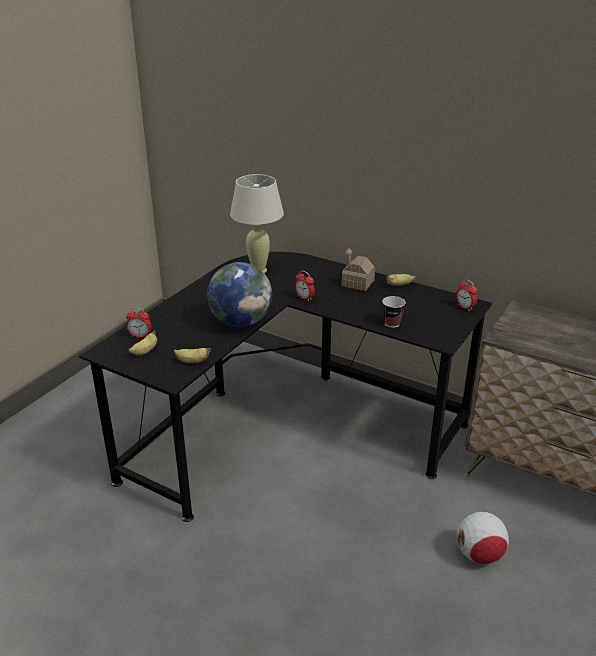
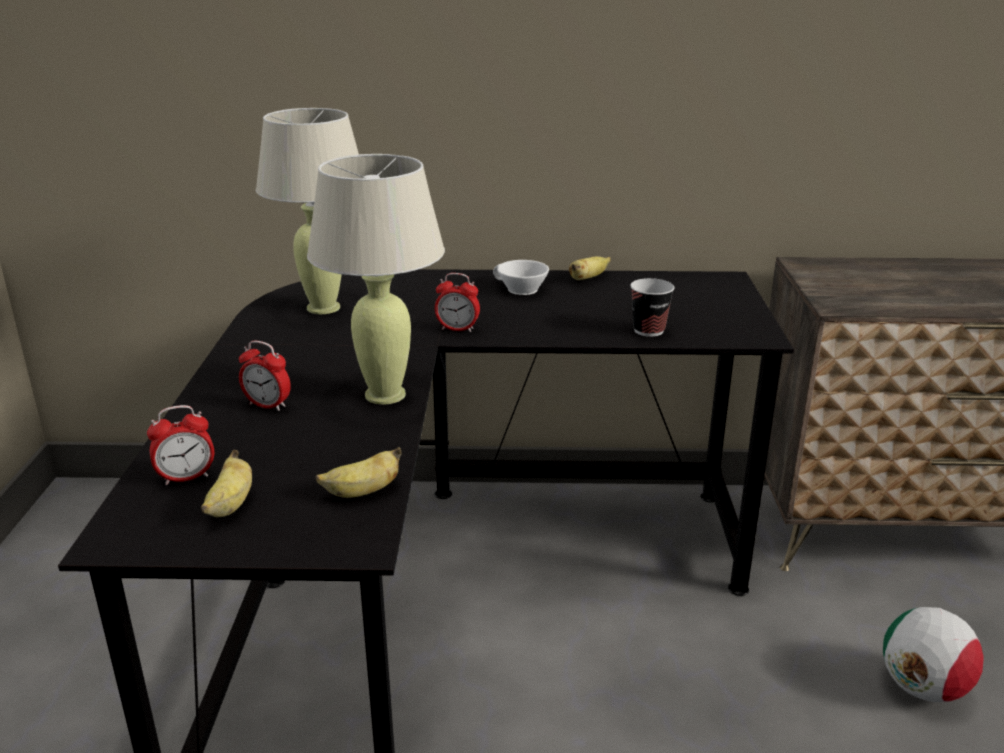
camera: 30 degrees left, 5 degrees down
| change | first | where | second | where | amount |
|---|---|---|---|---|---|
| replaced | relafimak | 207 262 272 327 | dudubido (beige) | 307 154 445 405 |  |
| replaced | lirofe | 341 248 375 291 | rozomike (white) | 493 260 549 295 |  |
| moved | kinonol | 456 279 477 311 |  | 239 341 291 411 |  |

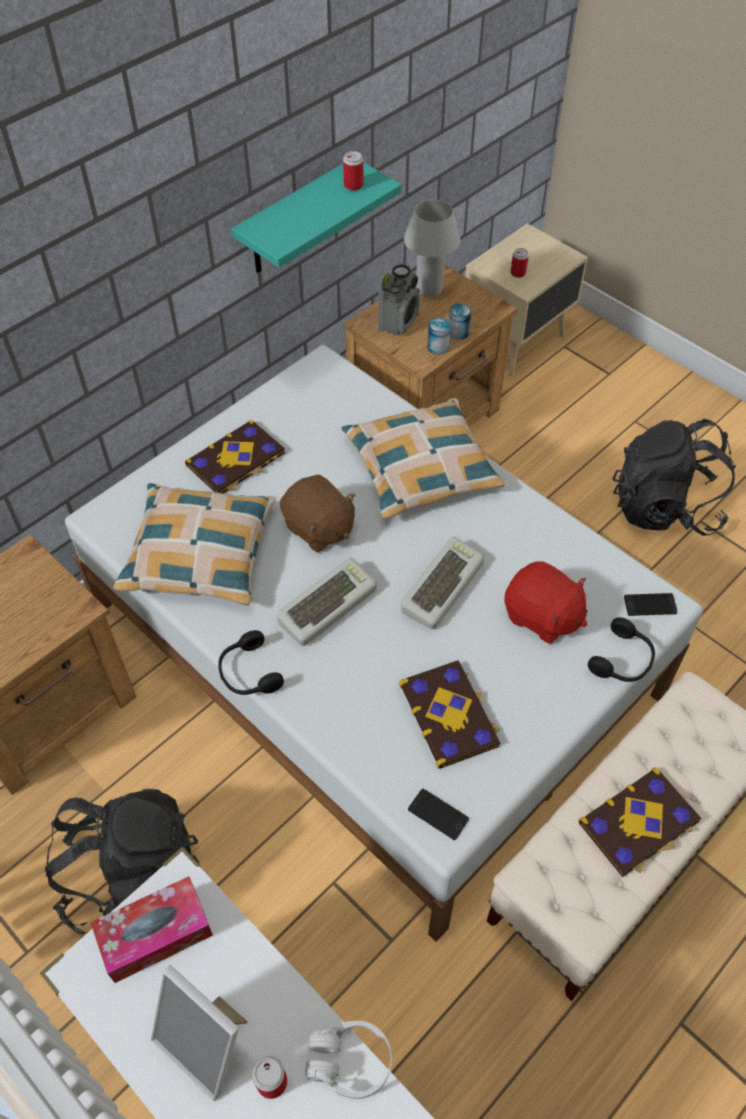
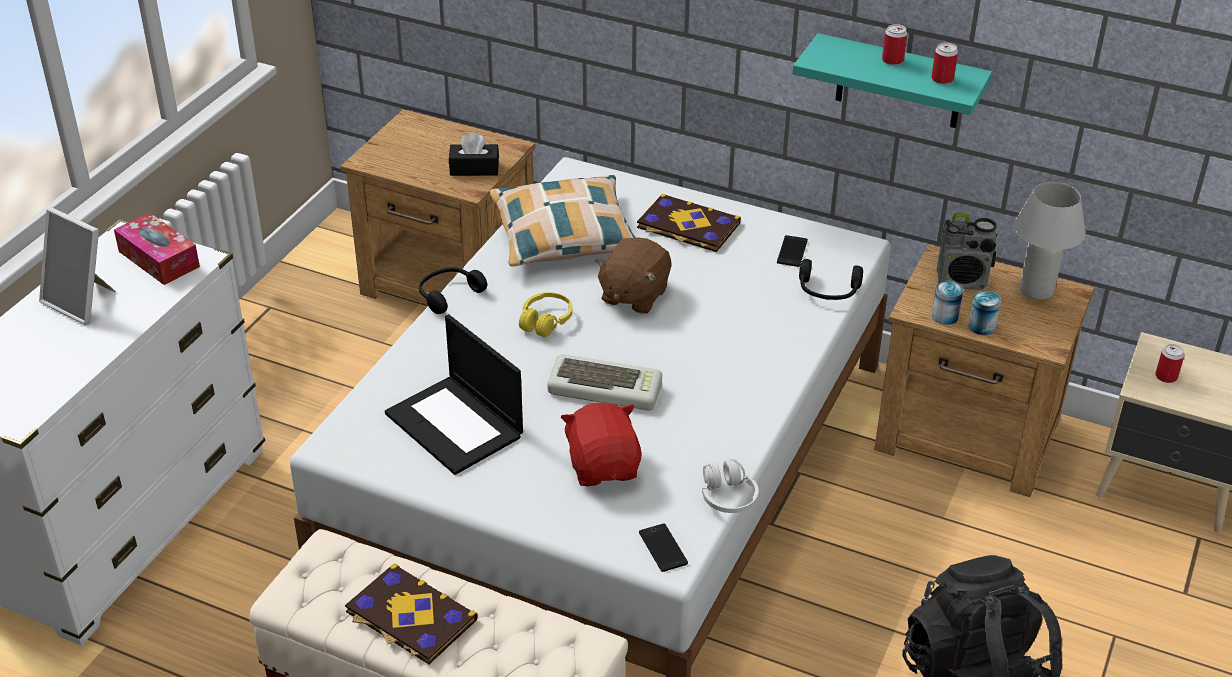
camera: 70 degrees right, 15 degrees down
| change | first | where | second | where | amount |
|---|---|---|---|---|---|
| removed | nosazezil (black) | 45 789 200 934 |  |  |  |
| turned | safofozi | 151 965 248 1101 |  | 39 207 116 325 | 75 degrees counterclockwise |
| moved | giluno | 252 1056 287 1099 |  | 882 24 907 65 |  |
| replaced | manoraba | 277 558 377 646 | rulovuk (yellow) | 519 292 573 337 |  |
| moved | rulovuk (white) | 305 1021 392 1099 |  | 702 459 759 513 |  |
| removed | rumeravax | 342 398 505 519 |  |  |  |
| replaced | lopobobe | 399 660 500 769 | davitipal | 385 314 523 475 |  |
| moved | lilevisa | 408 789 469 840 |  | 777 235 808 267 |  |
| turned | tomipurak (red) | 504 561 588 644 |  | 561 403 642 486 | 150 degrees clockwise |
| moved | rulovuk (black) | 588 617 655 682 |  | 799 259 863 300 |  |
| added |  |  | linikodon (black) | 449 133 499 176 |  |

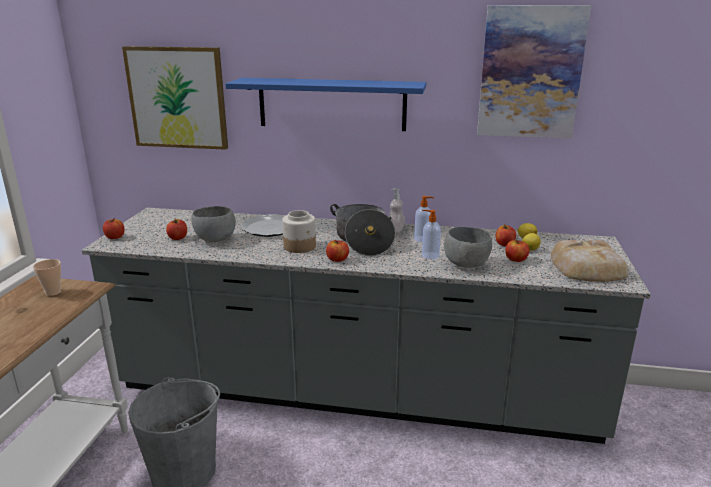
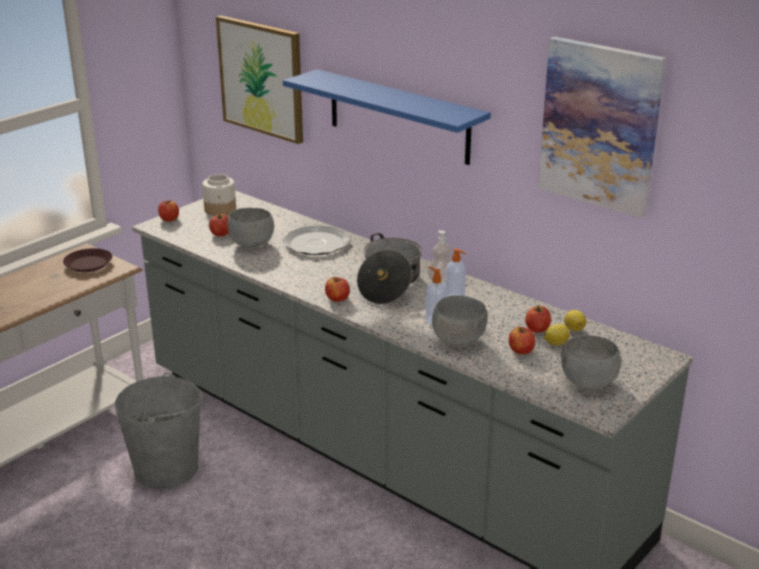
camera: 30 degrees right, 5 degrees up
| change | first | where | second | where | amount |
|---|---|---|---|---|---|
| replaced | rozomike | 33 259 61 296 | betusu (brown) | 63 248 113 272 |  |
| moved | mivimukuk | 282 210 316 253 |  | 202 174 236 216 |  |
| replaced | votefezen | 551 240 628 282 | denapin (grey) | 561 335 621 389 |  |

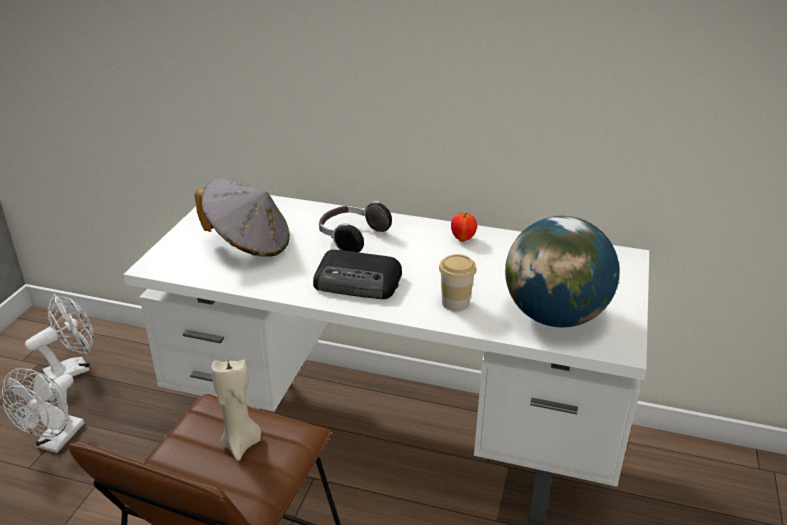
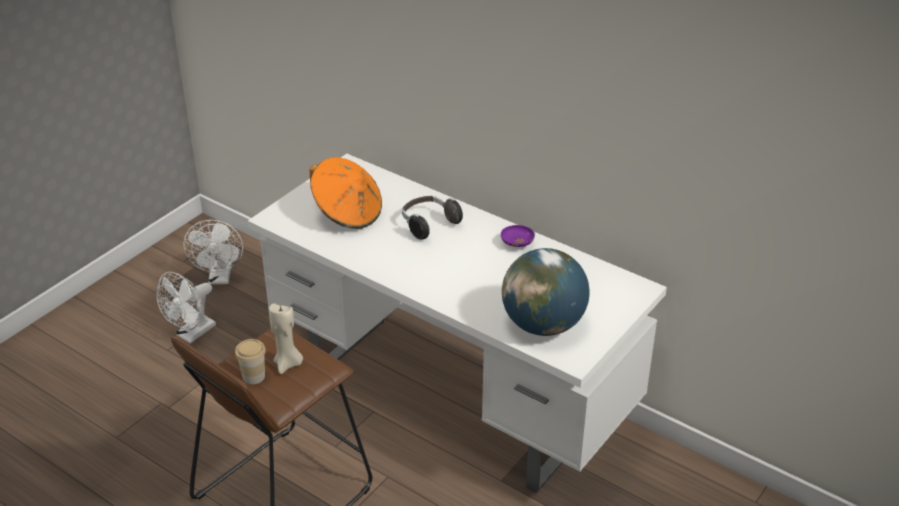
camera: 20 degrees right, 5 degrees up
| change | first | where | second | where | amount |
|---|---|---|---|---|---|
| turned | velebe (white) | 25 294 94 383 |  | 184 220 243 284 | 105 degrees clockwise |
| recoloured | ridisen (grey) | 195 178 290 257 | ridisen (orange) | 309 157 382 229 |  |
| removed | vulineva | 313 249 402 299 |  |  |  |
| moved | rozomike | 439 254 477 311 |  | 235 339 266 384 |  |
| replaced | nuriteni | 451 213 477 242 | denapin (purple) | 501 225 535 247 |  |

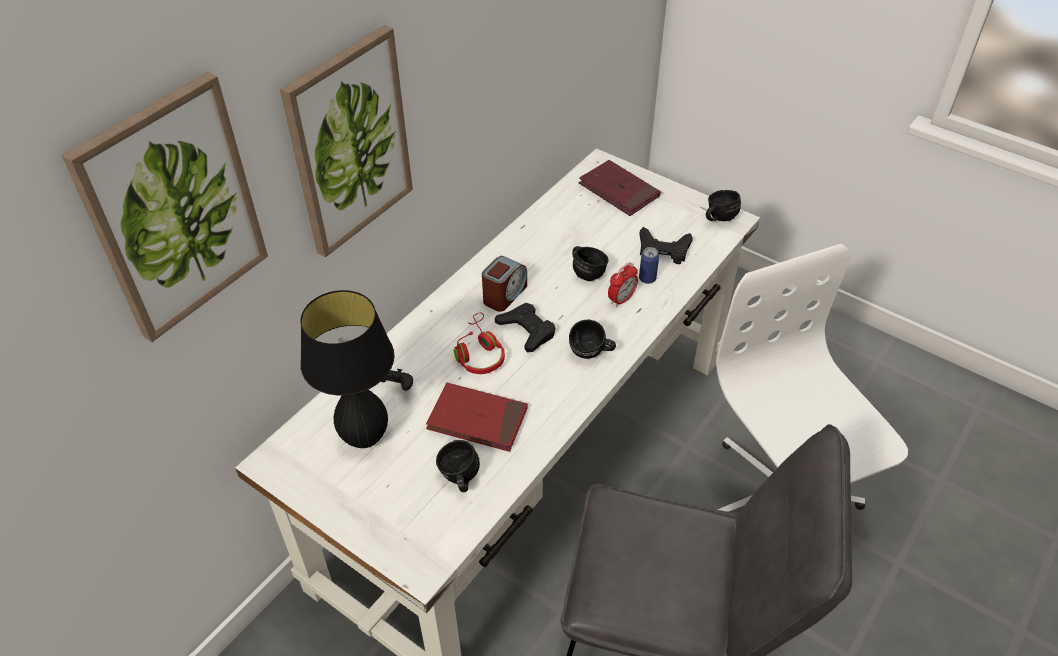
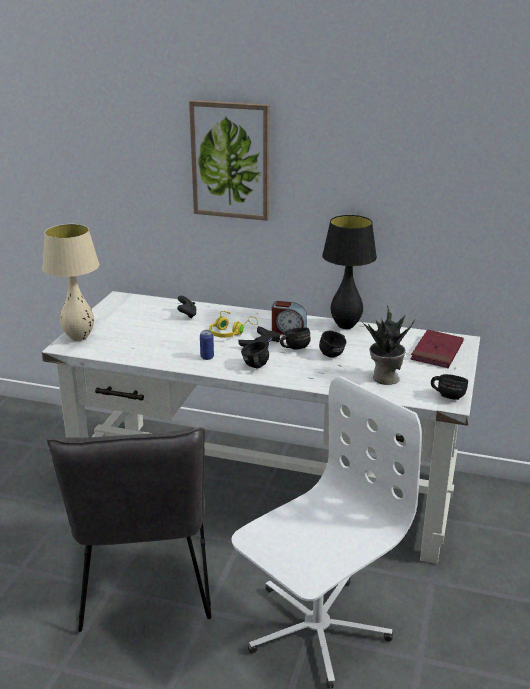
camera: 70 degrees right, 20 degrees down
| change | first | where | second | where | amount |
|---|---|---|---|---|---|
| removed | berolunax | 61 72 268 342 |  |  |  |
| moved | dudubido (black) | 300 290 394 448 |  | 322 215 377 329 |  |
| removed | lopobobe (red) | 426 383 528 452 |  |  |  |
| moved | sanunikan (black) | 436 440 480 492 |  | 280 327 311 349 |  |
| recoloured | rulovuk (red) | 454 312 505 374 | rulovuk (yellow) | 209 311 258 338 |  |
| removed | kinonol | 608 263 638 307 |  |  |  |
| replaced | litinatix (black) | 639 227 693 264 | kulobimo | 362 306 415 385 |  |
| moved | giluno | 639 247 659 284 |  | 200 330 214 360 |  |
| added |  |  | dudubido (beige) | 42 224 99 341 |  |

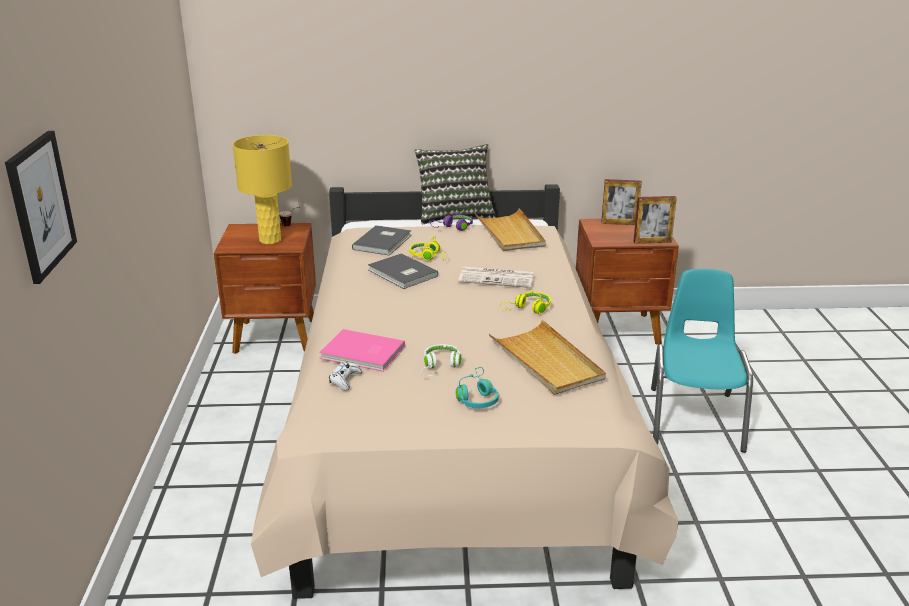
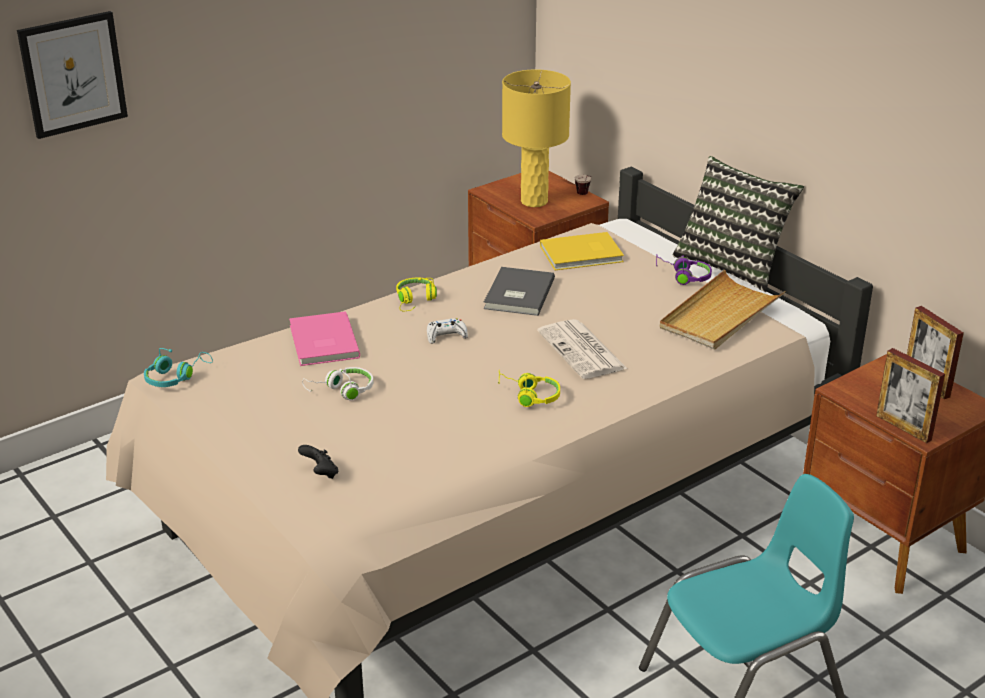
camera: 55 degrees right, 5 degrees up
| change | first | where | second | where | amount |
|---|---|---|---|---|---|
| moved | litinatix (white) | 329 362 362 391 |  | 427 318 468 344 |  |
| recoloured | lopobobe (grey) | 352 225 411 255 | lopobobe (yellow) | 540 232 624 270 |  |
| moved | rulovuk (yellow) | 410 236 447 261 |  | 396 278 437 311 |  |
| moved | rulovuk (turquoise) | 456 367 499 408 |  | 144 348 213 387 |  |
| removed | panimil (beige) | 489 320 606 395 |  |  |  |
| added |  |  | litinatix (black) | 298 445 338 479 |  |

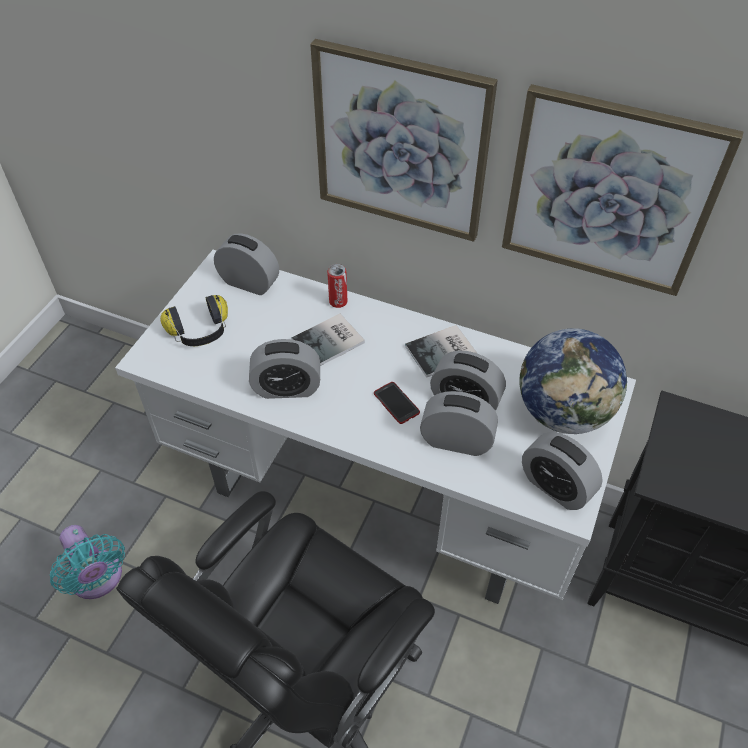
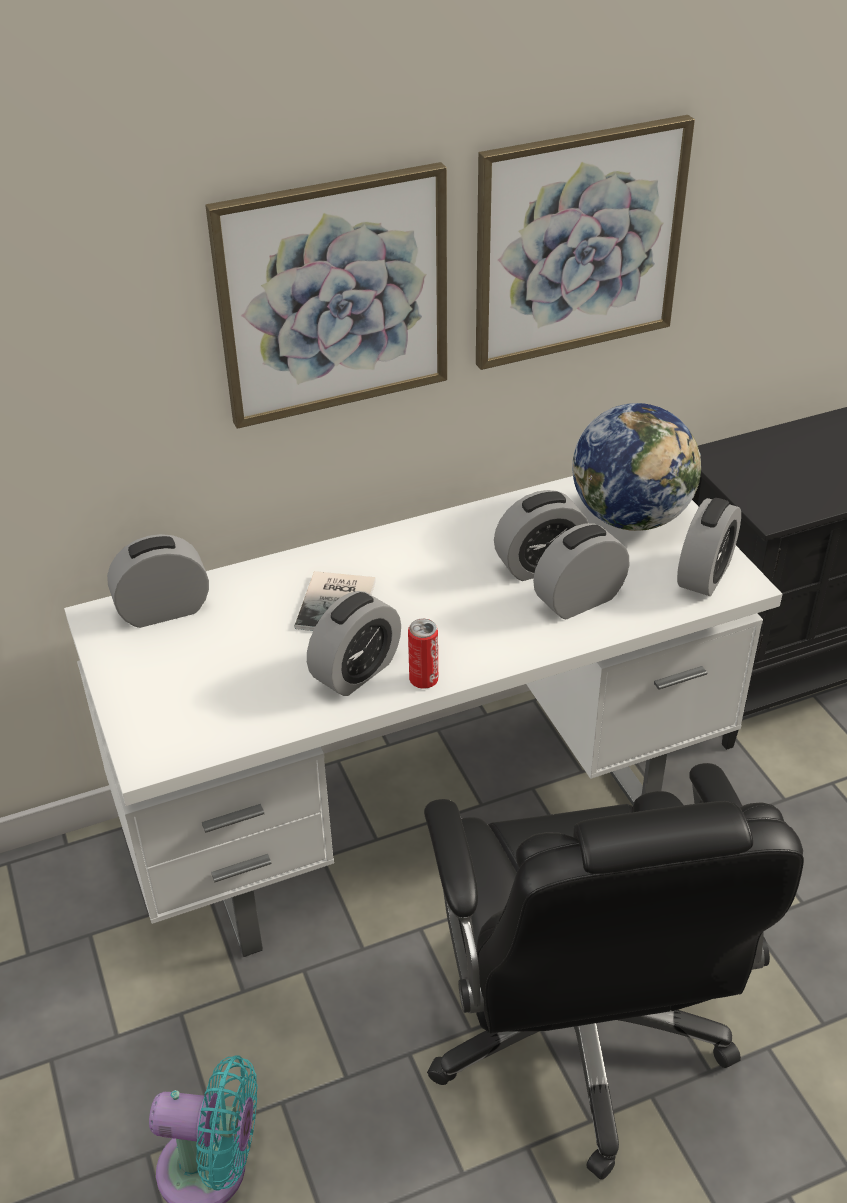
camera: 45 degrees left, 10 degrees down
| change | first | where | second | where | amount |
|---|---|---|---|---|---|
| removed | rulovuk | 160 295 228 346 |  |  |  |
| moved | giluno | 327 264 347 308 |  | 408 619 438 689 |  |
| removed | lilevisa | 374 382 420 424 |  |  |  |
| removed | lopobobe | 405 325 478 378 |  |  |  |
| turned | kinonol | 522 432 603 510 |  | 677 498 741 596 | 60 degrees counterclockwise |

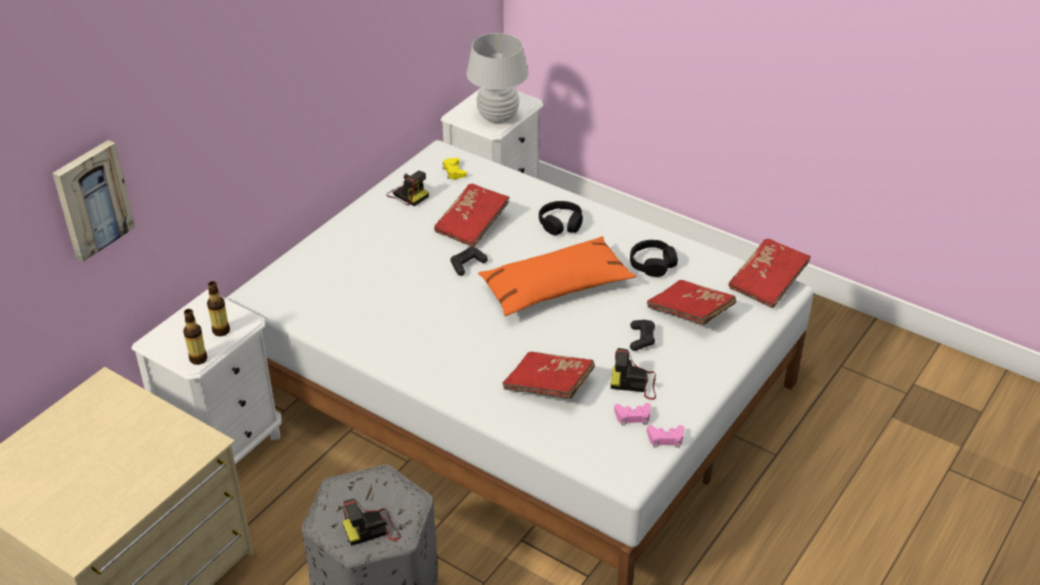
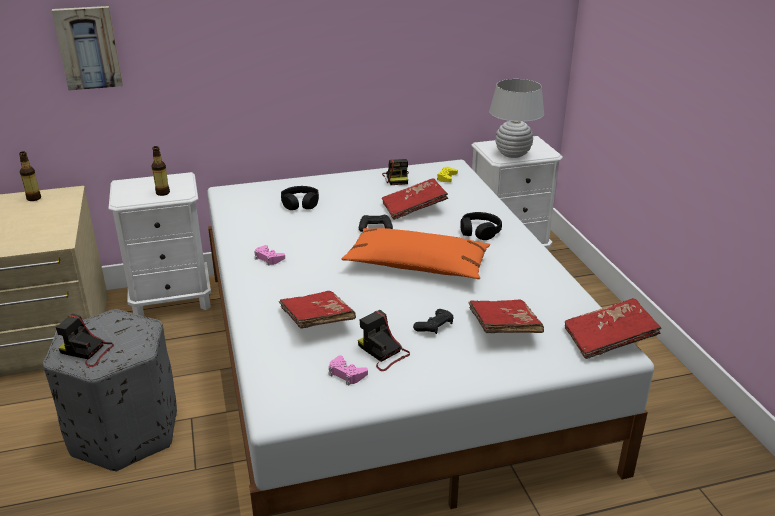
camera: 40 degrees right, 10 degrees down
| change | first | where | second | where | amount |
|---|---|---|---|---|---|
| moved | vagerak | 183 309 207 365 |  | 19 151 41 201 |  |
| moved | rulovuk (black) | 630 240 678 277 |  | 281 186 319 210 |  |
| moved | litinatix (pink) | 647 425 684 448 |  | 254 245 285 266 |  |

